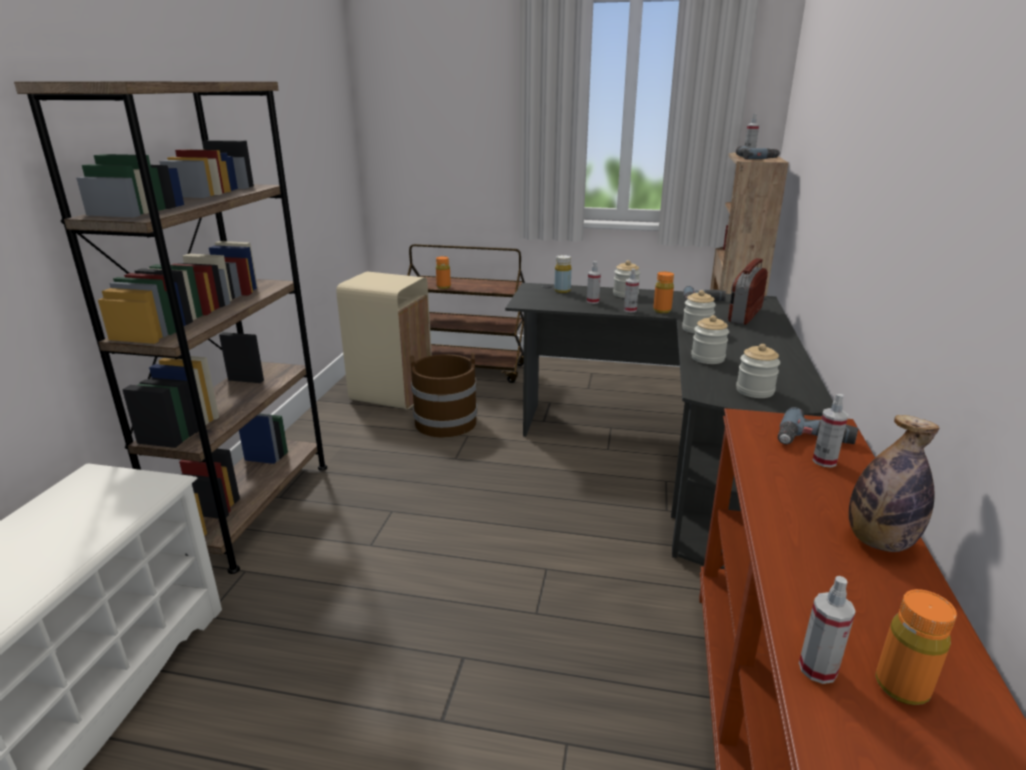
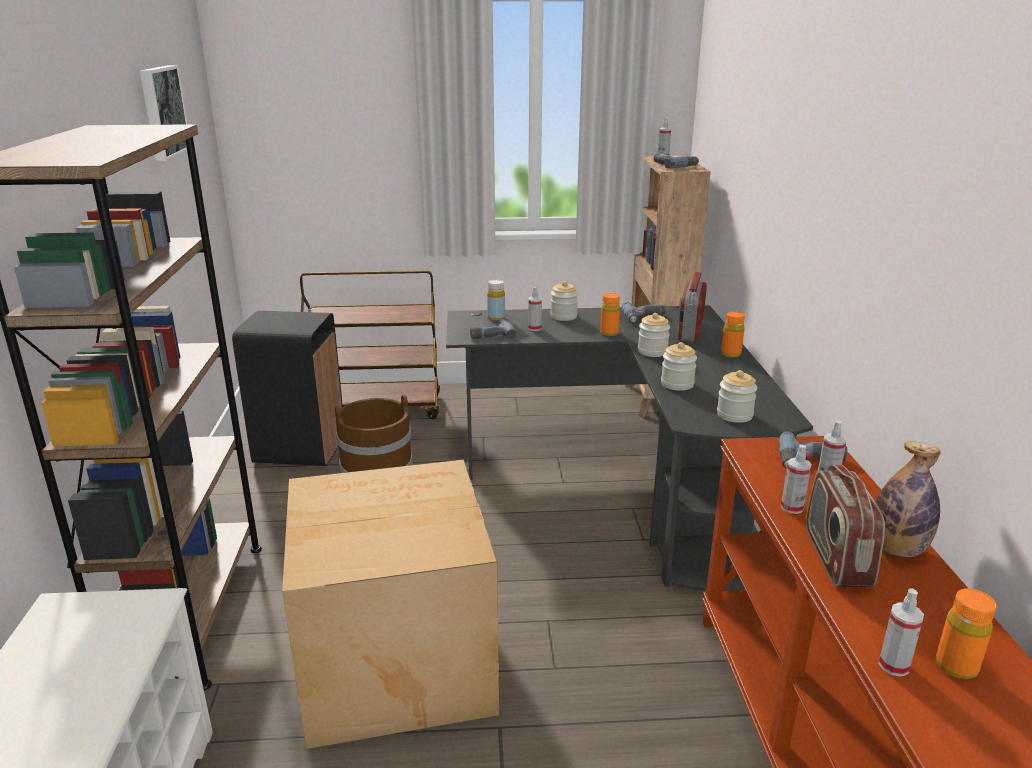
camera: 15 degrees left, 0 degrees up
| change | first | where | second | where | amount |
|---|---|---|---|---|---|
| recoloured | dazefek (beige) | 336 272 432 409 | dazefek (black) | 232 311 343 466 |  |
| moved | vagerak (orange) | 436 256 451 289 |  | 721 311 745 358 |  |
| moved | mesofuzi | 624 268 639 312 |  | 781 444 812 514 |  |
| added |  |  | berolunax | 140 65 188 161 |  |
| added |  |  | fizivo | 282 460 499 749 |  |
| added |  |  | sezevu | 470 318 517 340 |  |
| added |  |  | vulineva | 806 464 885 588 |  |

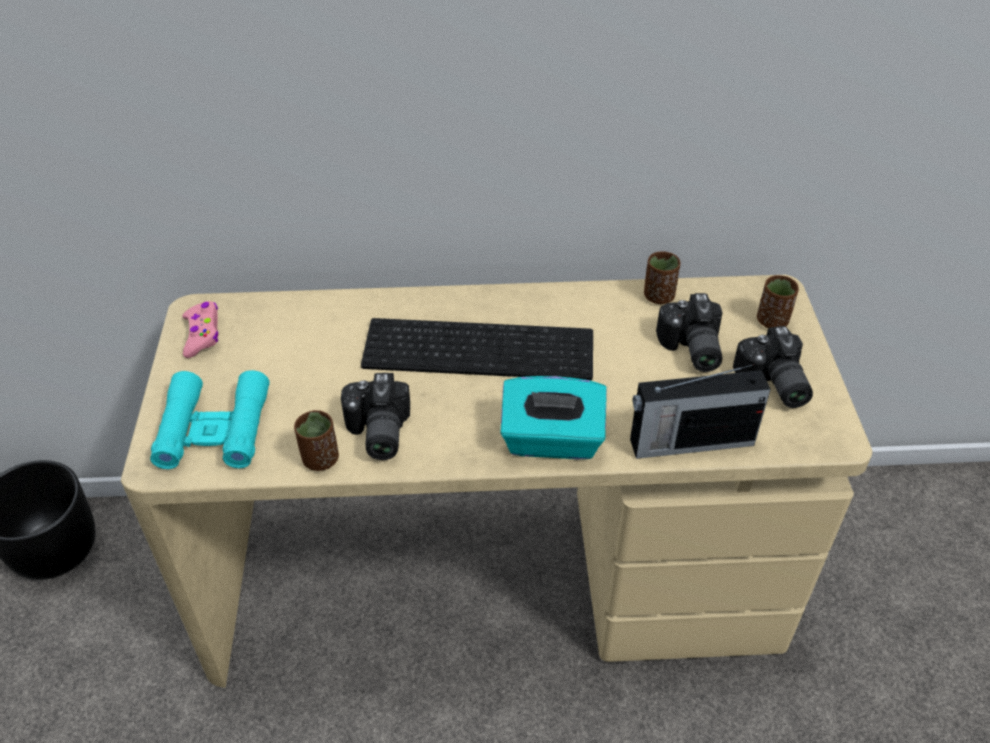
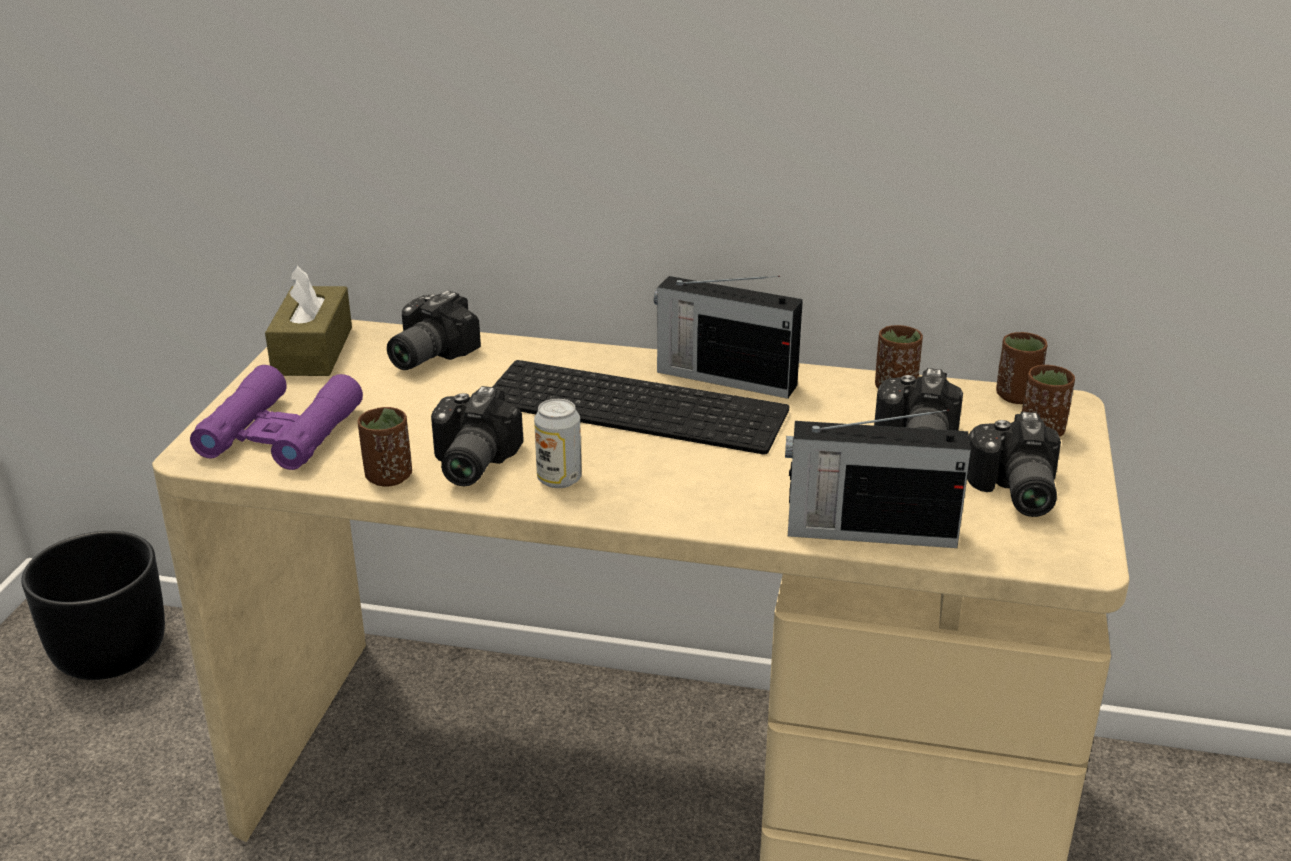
camera: 15 degrees right, 15 degrees down
| change | first | where | second | where | amount |
|---|---|---|---|---|---|
| recoloured | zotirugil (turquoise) | 150 370 269 469 | zotirugil (purple) | 190 365 363 470 |  |
| replaced | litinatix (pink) | 182 301 218 358 | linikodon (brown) | 265 265 352 376 |  |
| removed | linikodon (turquoise) | 500 376 607 459 |  |  |  |
| added |  |  | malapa | 387 291 481 370 |  |
| added |  |  | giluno | 534 399 582 488 |  |
| added |  |  | vulineva | 654 276 803 399 |  |
| added |  |  | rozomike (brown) | 996 332 1047 404 |  |

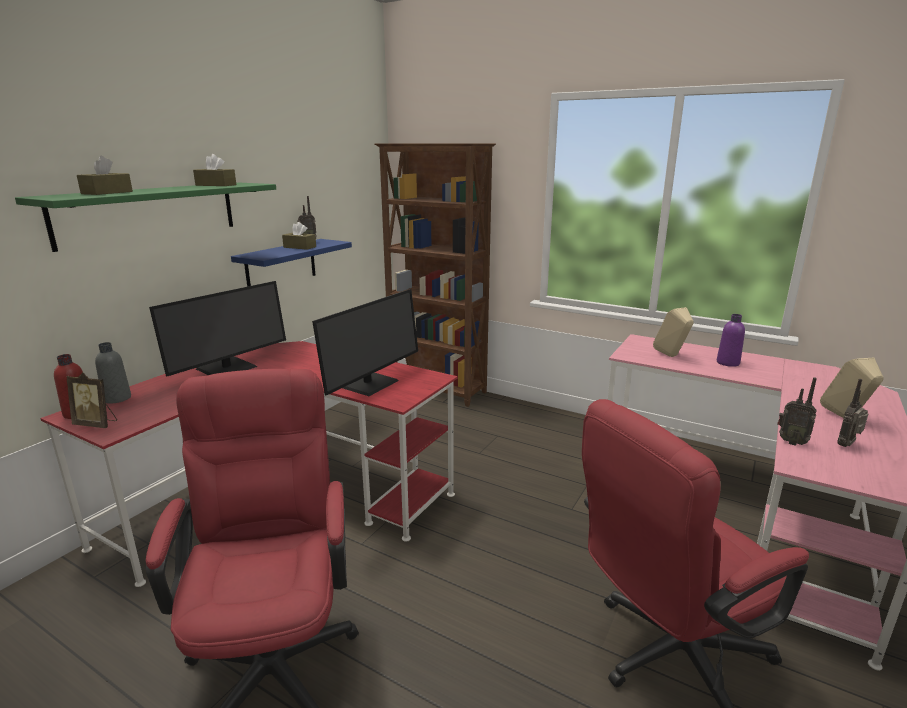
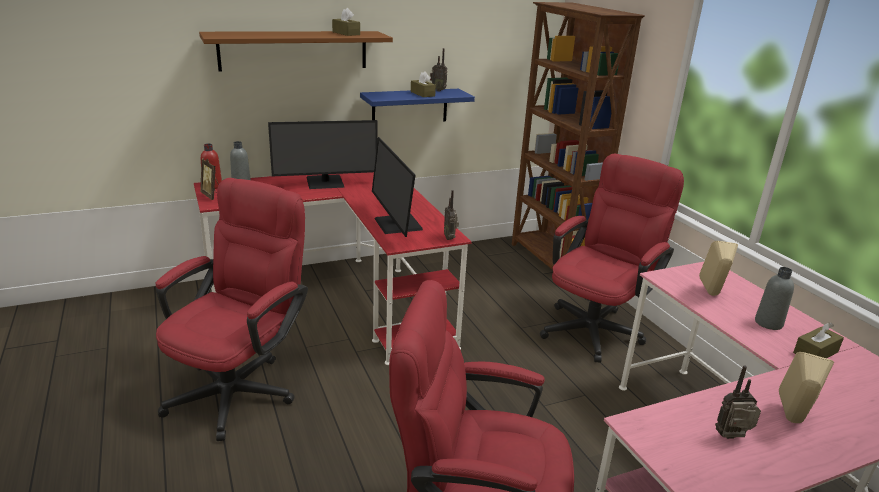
camera: 35 degrees right, 5 degrees up
| change | first | where | second | where | amount |
|---|---|---|---|---|---|
| recoloured | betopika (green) | 15 183 276 252 | betopika (brown) | 199 31 393 72 |  |
| moved | linikodon (brown) | 77 156 133 195 |  | 793 322 844 358 |  |
| turned | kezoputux | 312 289 418 396 |  | 372 137 423 237 | 90 degrees clockwise |
| recoloured | vagerak (purple) | 717 314 745 367 | vagerak (grey) | 755 267 794 330 |  |
| moved | vulineva | 777 377 817 446 |  | 444 190 459 240 |  |
| added |  |  | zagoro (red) | 540 154 684 363 |  |

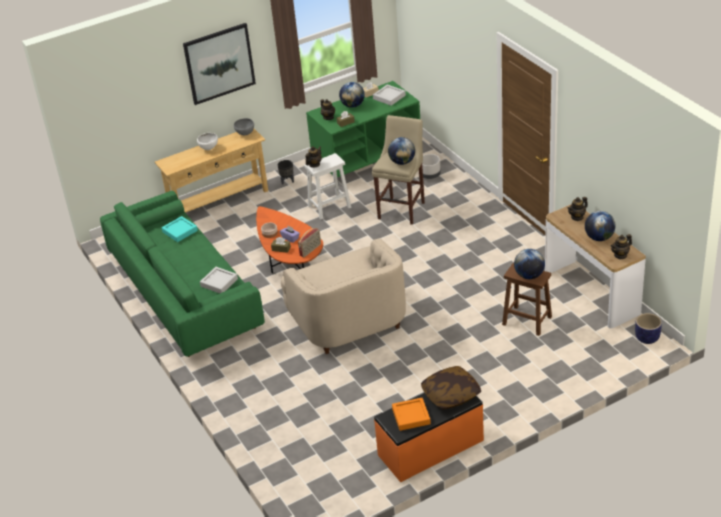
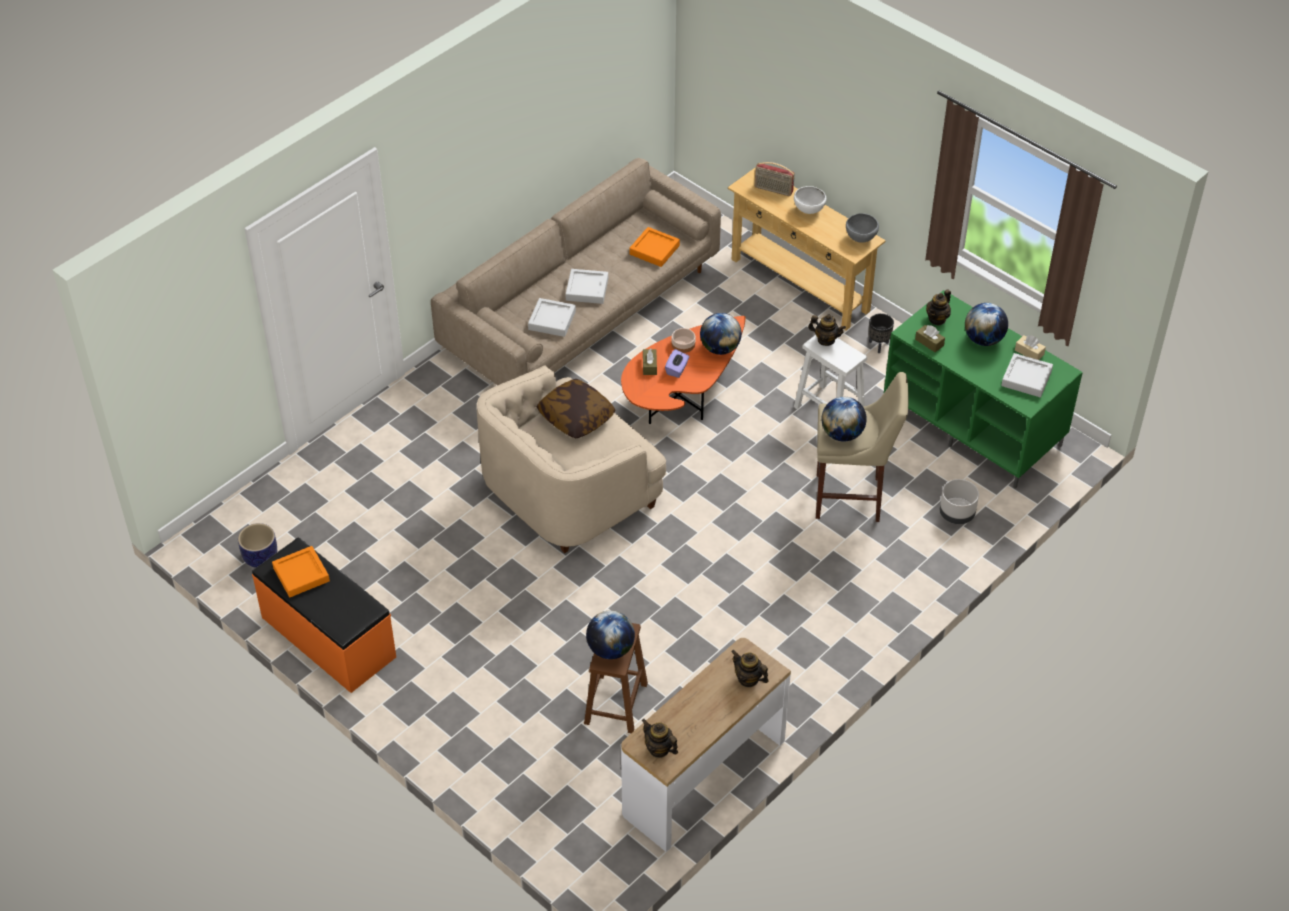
camera: 70 degrees right, 10 degrees up
| change | first | where | second | where | amount |
|---|---|---|---|---|---|
| recoloured | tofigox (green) | 100 191 265 357 | tofigox (beige) | 431 158 721 385 |  |
| recoloured | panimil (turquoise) | 162 216 198 242 | panimil (orange) | 629 227 680 267 |  |
| removed | berolunax | 183 23 256 105 |  |  |  |
| moved | vulineva | 298 228 321 257 |  | 755 162 794 196 |  |
| moved | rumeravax | 421 366 481 410 |  | 537 379 616 438 |  |
| moved | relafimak | 585 211 615 241 |  | 700 313 742 355 |  |
| moved | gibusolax | 635 313 662 344 |  | 238 523 277 568 |  |
| added |  |  | panimil (grey) | 565 269 608 304 |  |

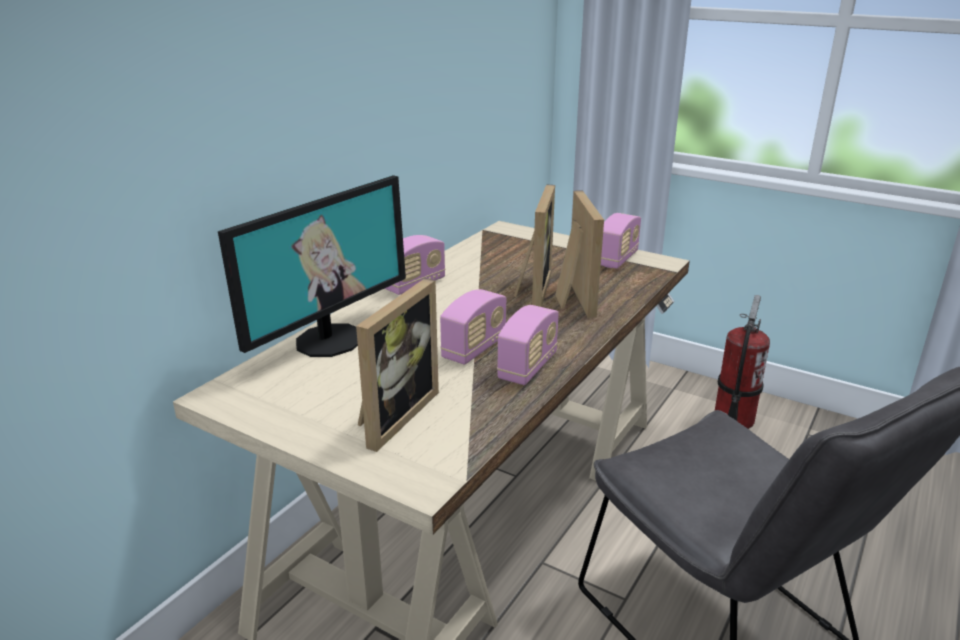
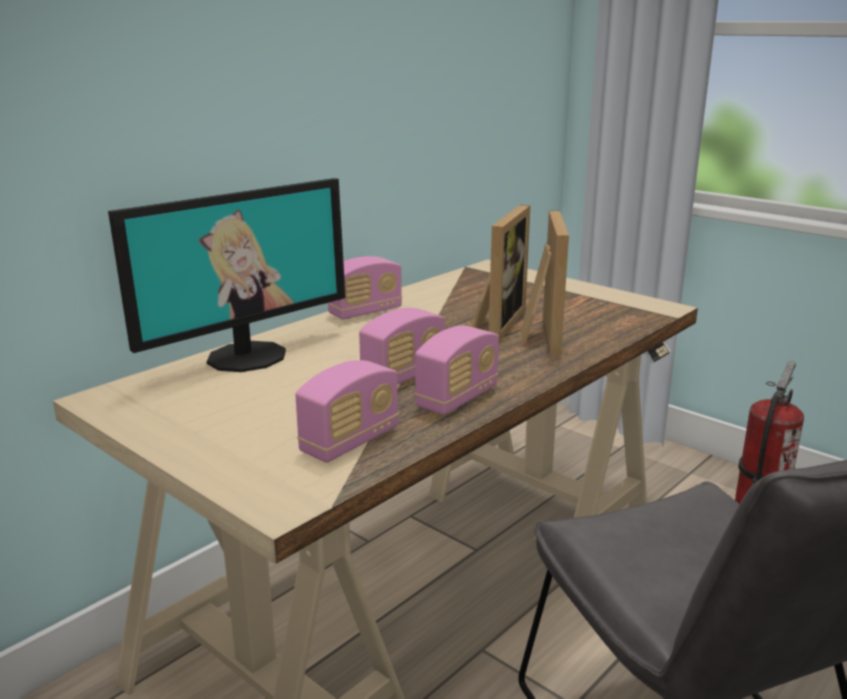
camera: 10 degrees right, 5 degrees down
| change | first | where | second | where | amount |
|---|---|---|---|---|---|
| removed | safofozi | 356 278 439 452 |  |  |  |
| moved | vulineva | 601 213 641 269 |  | 295 360 399 463 |  |

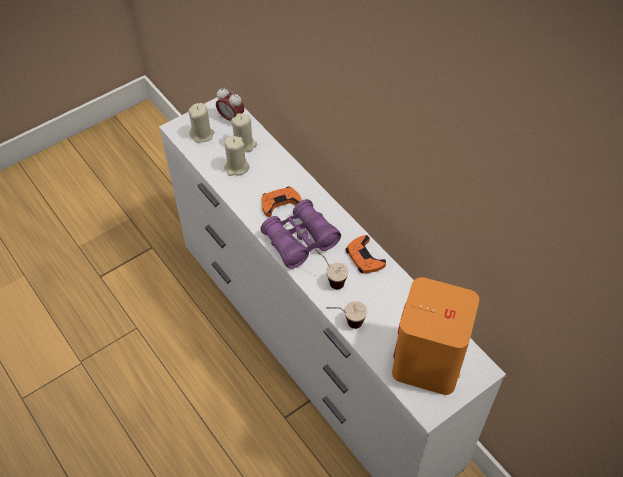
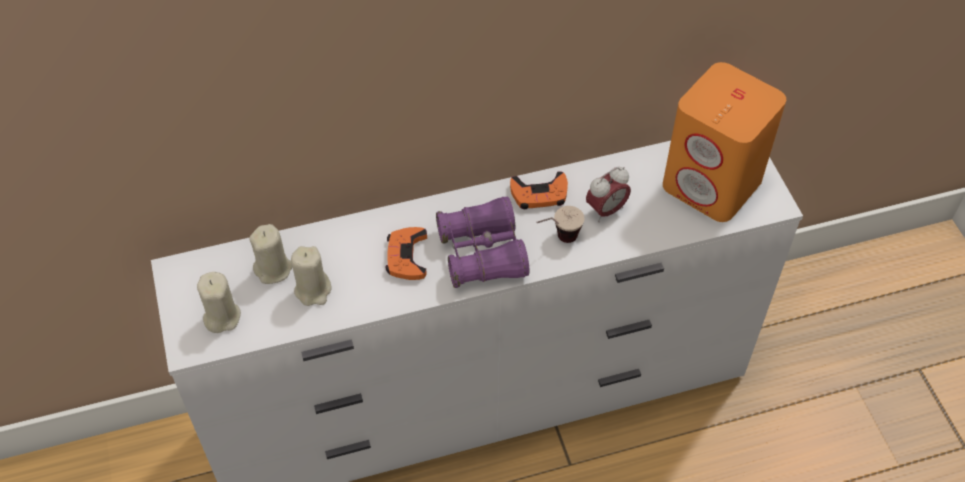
camera: 70 degrees left, 0 degrees up
| change | first | where | second | where | amount |
|---|---|---|---|---|---|
| moved | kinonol | 216 87 244 121 |  | 586 167 631 222 |  |
| removed | rozomike | 326 301 367 329 |  |  |  |

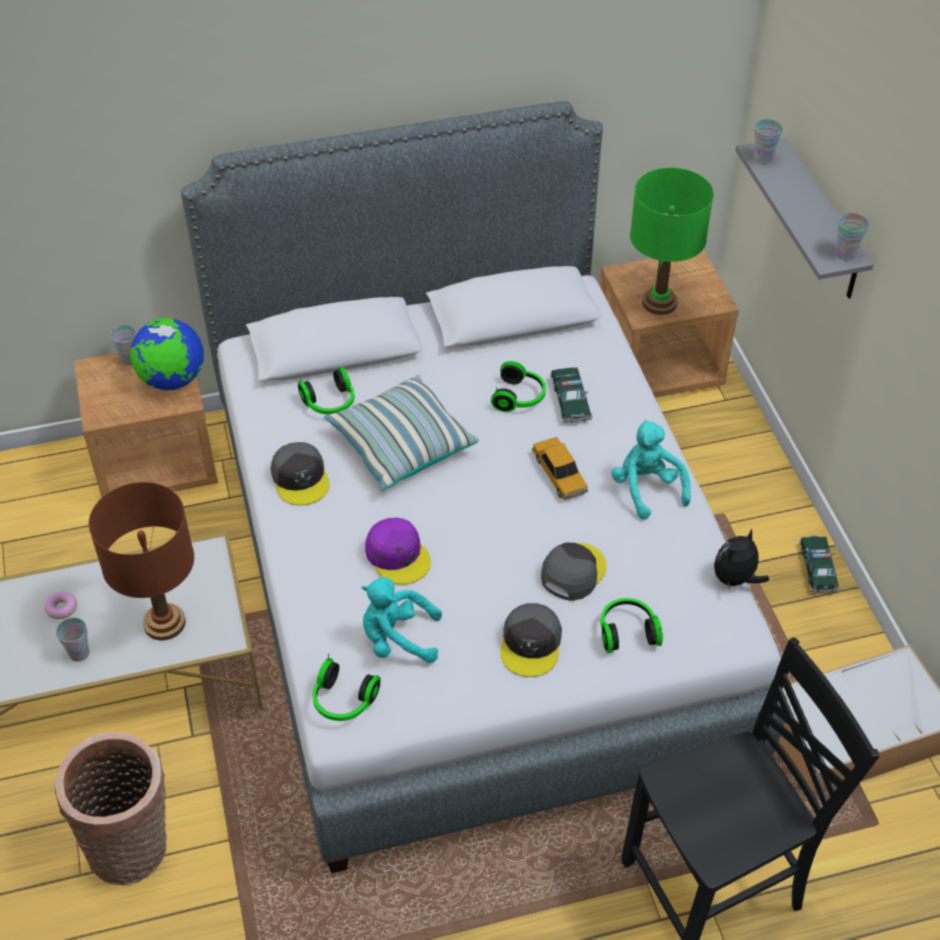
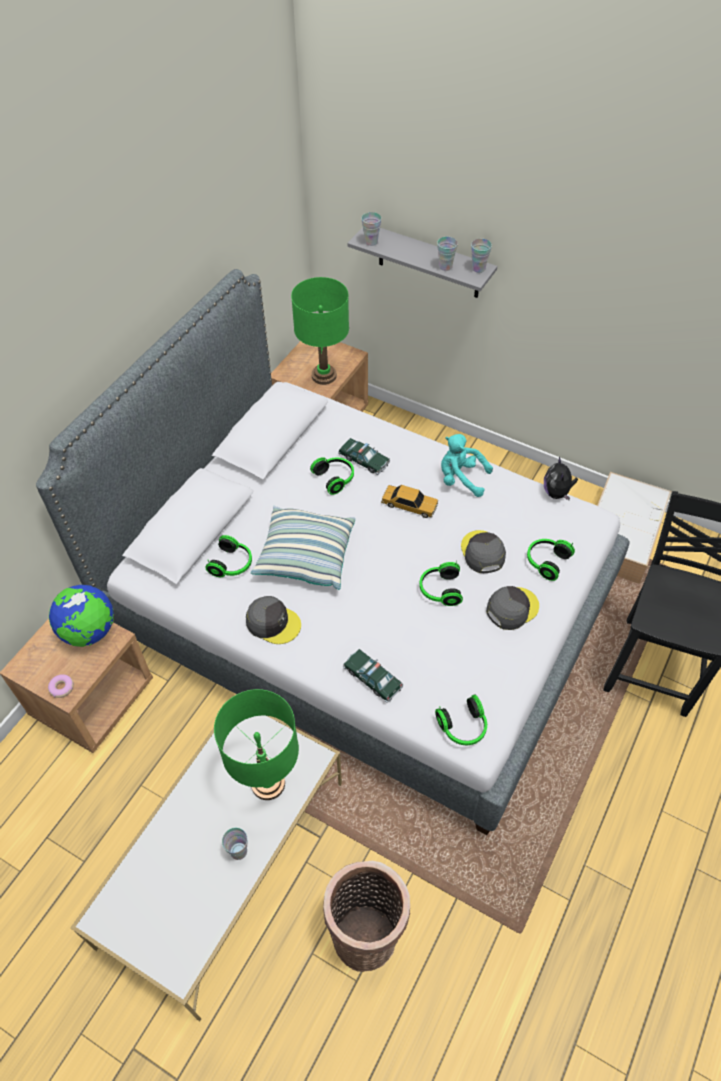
camera: 45 degrees left, 5 degrees up
| change | first | where | second | where | amount |
|---|---|---|---|---|---|
| moved | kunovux | 45 591 77 619 |  | 48 674 74 698 |  |
| recoloured | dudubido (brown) | 89 482 194 641 | dudubido (green) | 214 689 299 800 |  |
| moved | rozomike | 110 325 136 365 |  | 437 237 458 271 |  |
| removed | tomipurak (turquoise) | 361 577 442 663 |  |  |  |
| removed | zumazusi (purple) | 365 517 431 585 |  |  |  |
| turned | zumazusi (grey) | 500 603 562 677 |  | 486 586 539 630 | 90 degrees counterclockwise |
| moved | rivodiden | 799 535 839 594 |  | 343 649 404 703 |  |
| added |  |  | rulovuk | 419 561 463 606 |  |

